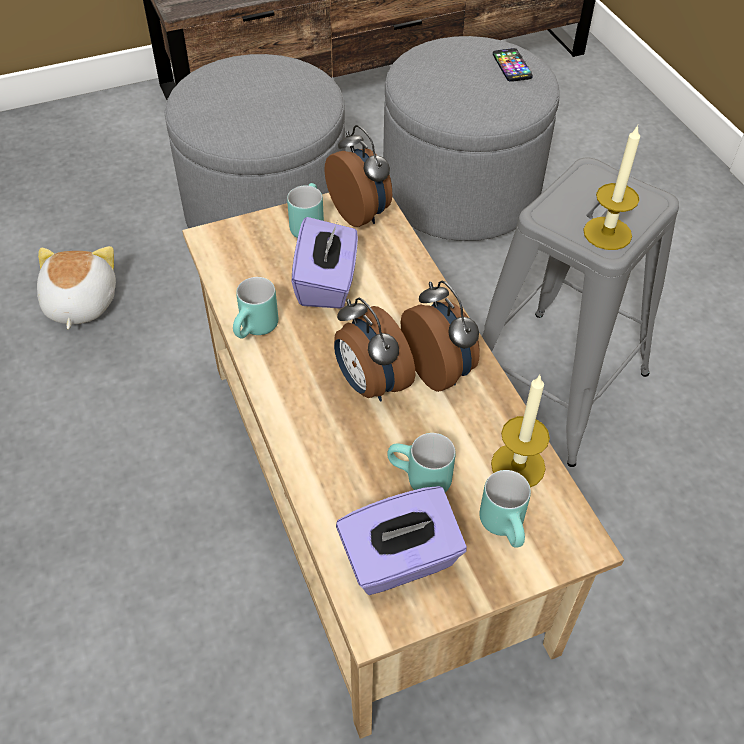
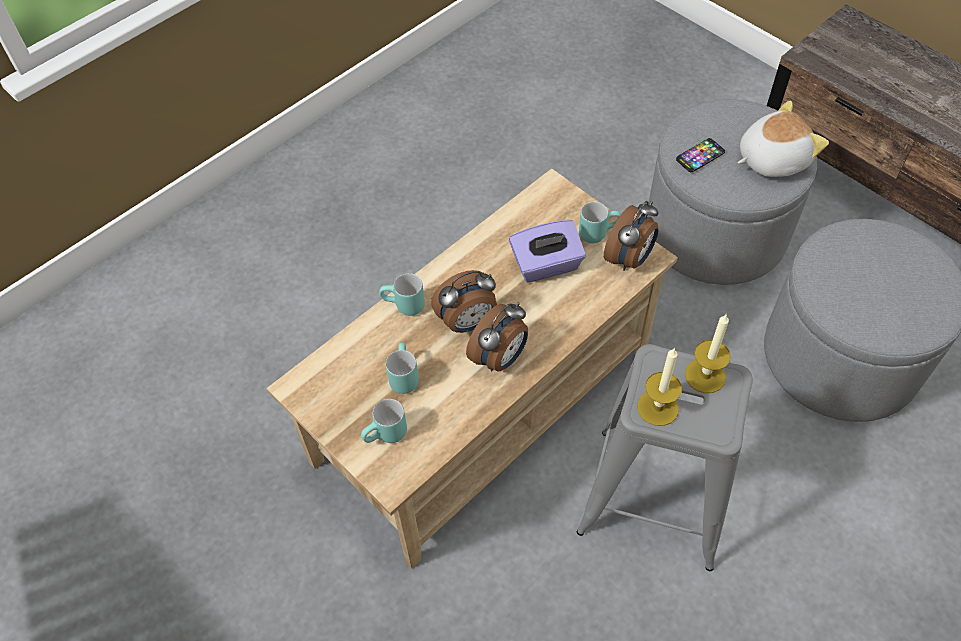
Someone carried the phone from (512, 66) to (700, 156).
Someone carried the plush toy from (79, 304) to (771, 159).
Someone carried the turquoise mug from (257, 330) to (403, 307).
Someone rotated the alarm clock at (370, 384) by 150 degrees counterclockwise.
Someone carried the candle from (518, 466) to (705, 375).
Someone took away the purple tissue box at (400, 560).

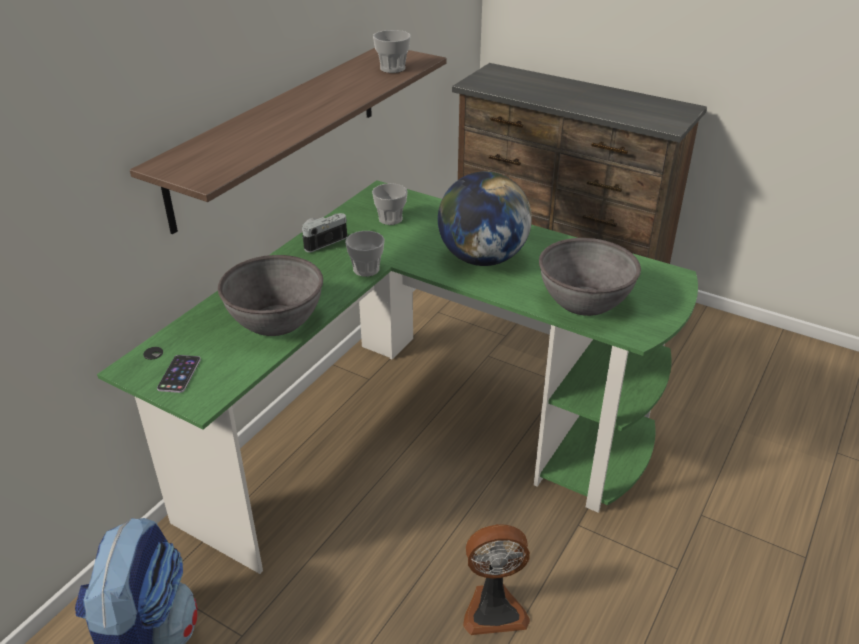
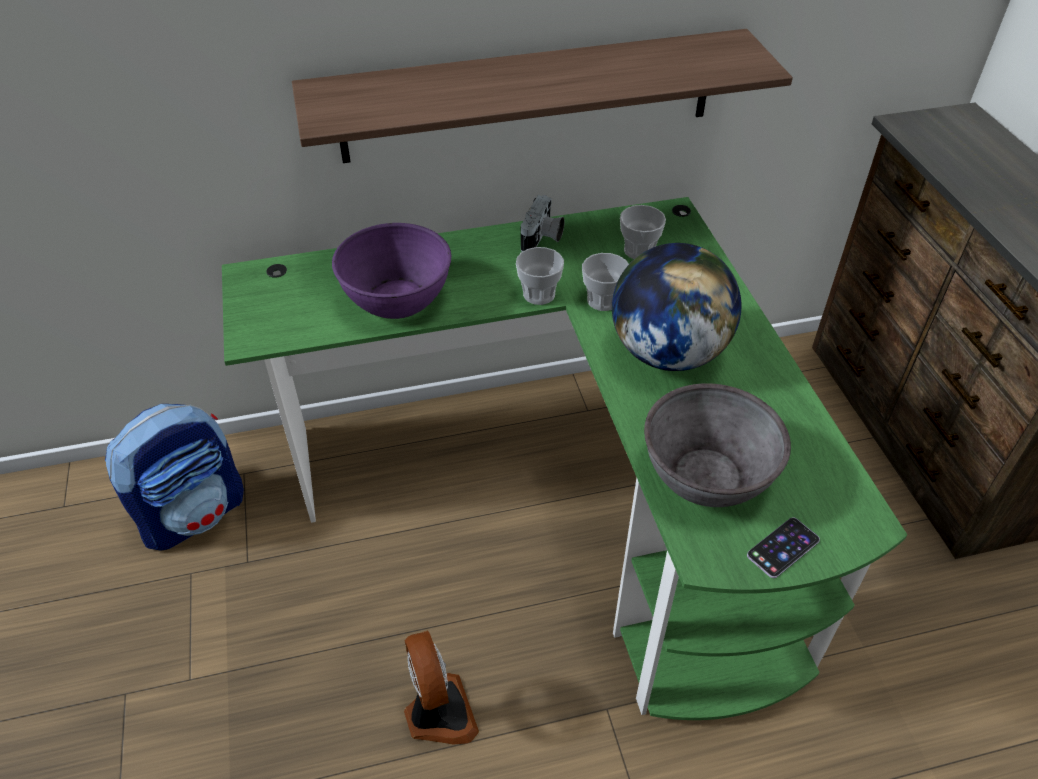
Someone carried the cup from (392, 68) to (603, 300).
Someone rotated the photo camera at (322, 241) by 105 degrees clockwise.
Someone repainted the grey bowl at (276, 320), which became the purple bowl at (397, 299).
Someone carried the phone from (179, 374) to (783, 547).
Someone rotated the fan at (494, 608) by 150 degrees counterclockwise.

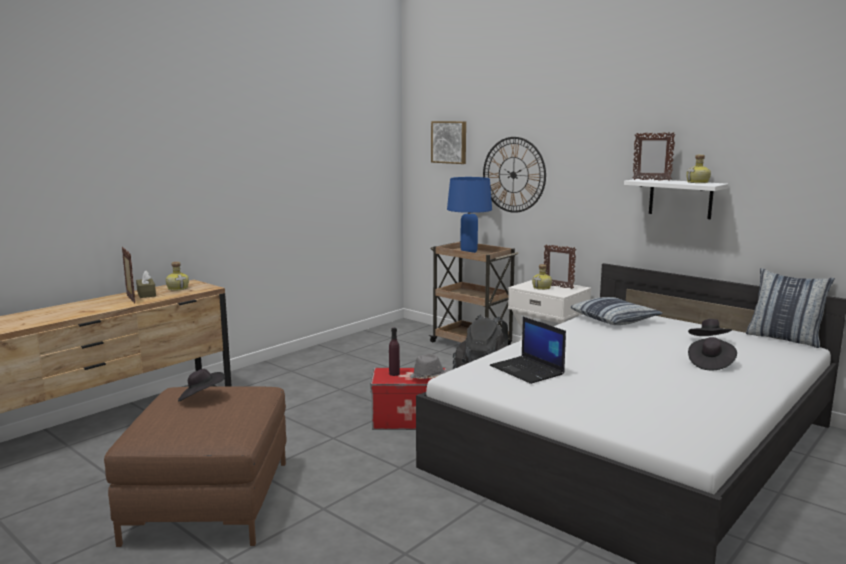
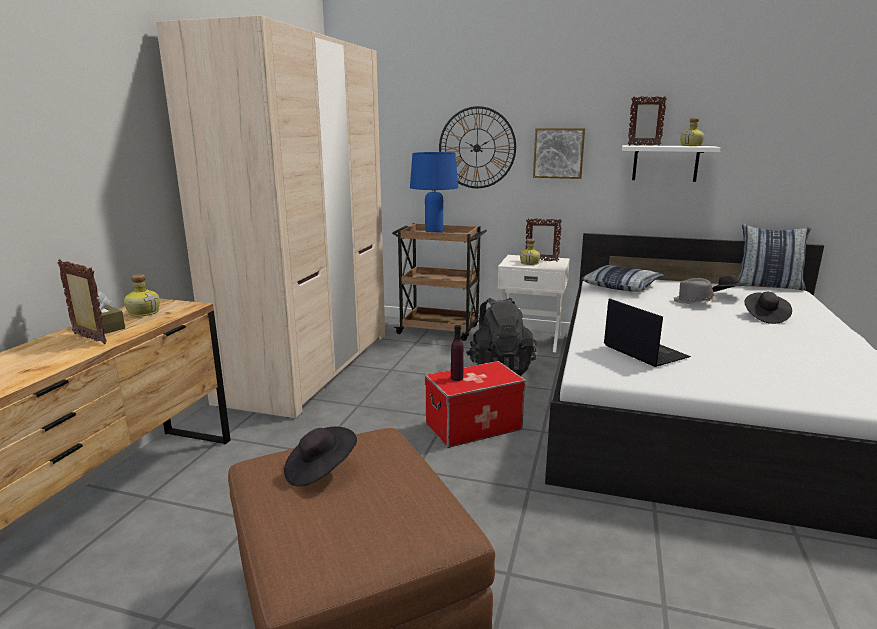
Someone carried the picture from (449, 142) to (558, 153).
Someone rotated the laptop at (528, 370) by 150 degrees counterclockwise.
Someone carried the grey hat from (427, 378) to (694, 302).
Someone put down the beige wardrobe at (309, 366).

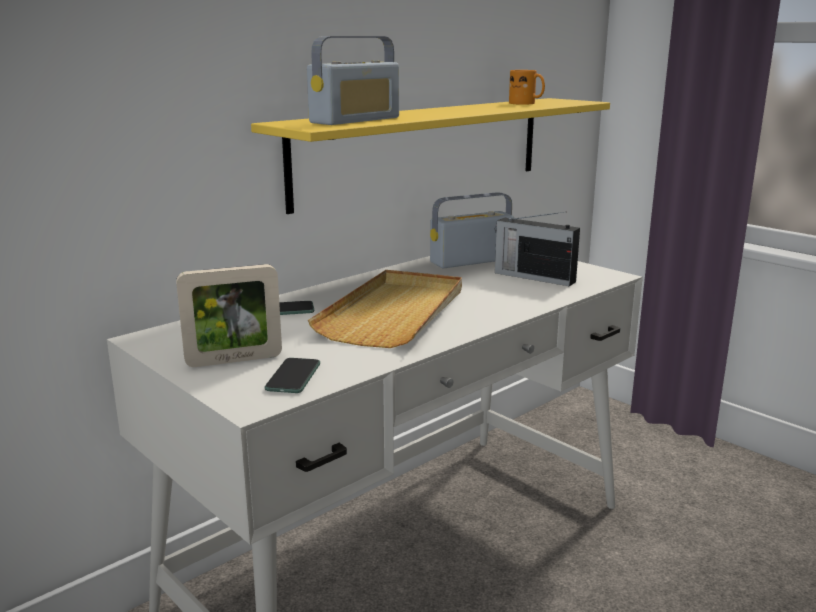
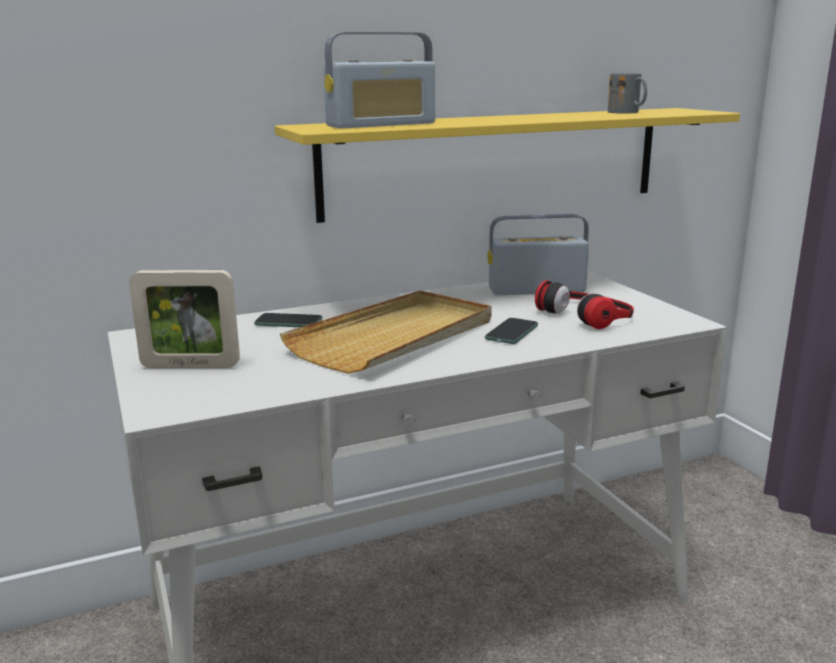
Someone repainted the orange mug at (527, 103), which became the grey mug at (628, 112).
Someone swapped the radio at (533, 277) for the headphones at (588, 314).
Someone carried the phone from (293, 377) to (512, 332).

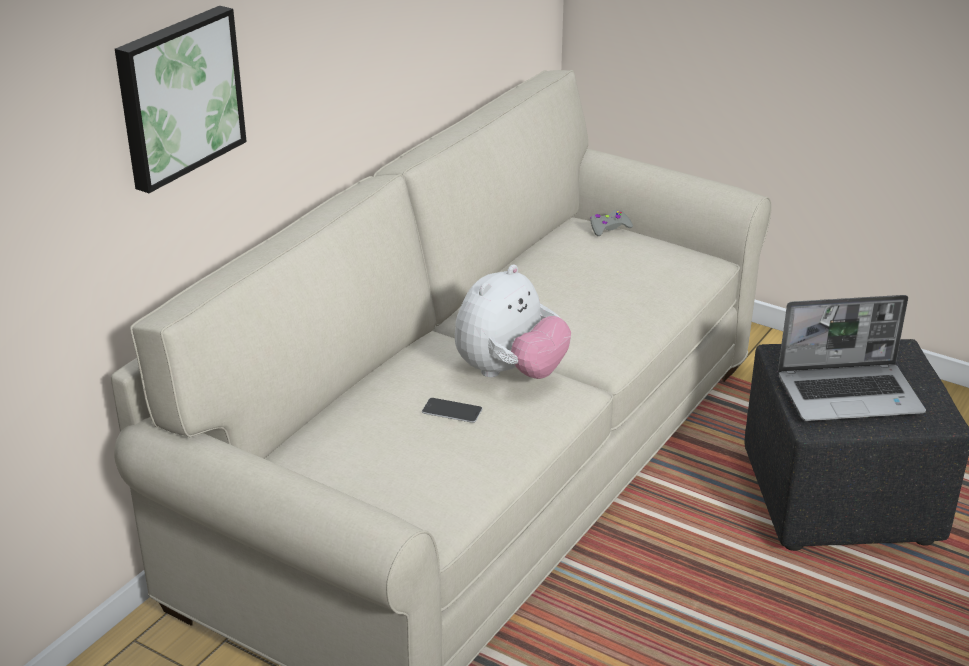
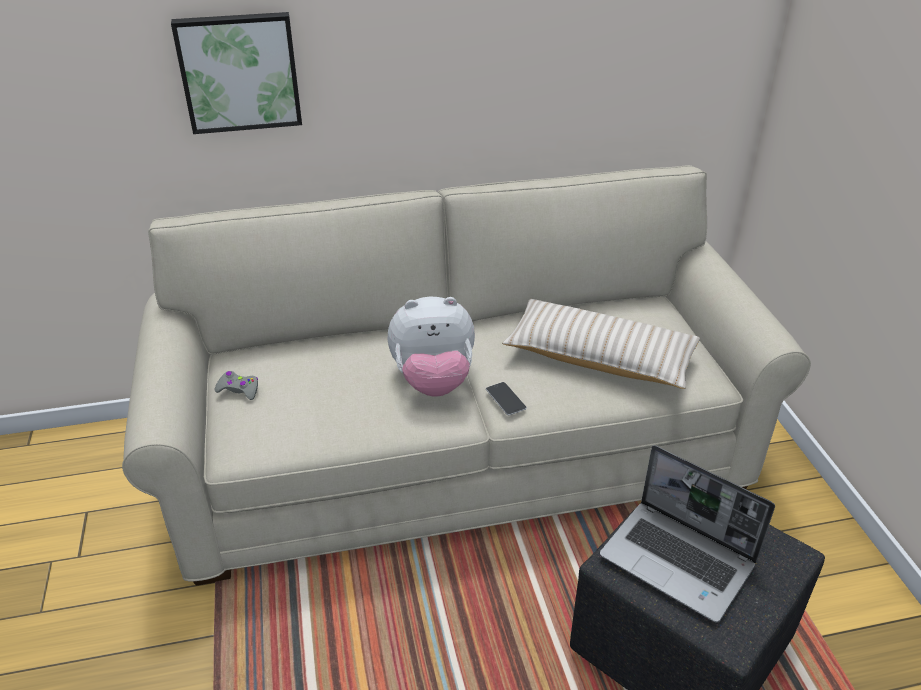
Someone carried the grey game controller from (609, 228) to (239, 389).
Someone carried the phone from (452, 410) to (505, 398).
Someone put down the beige pillow at (599, 358).

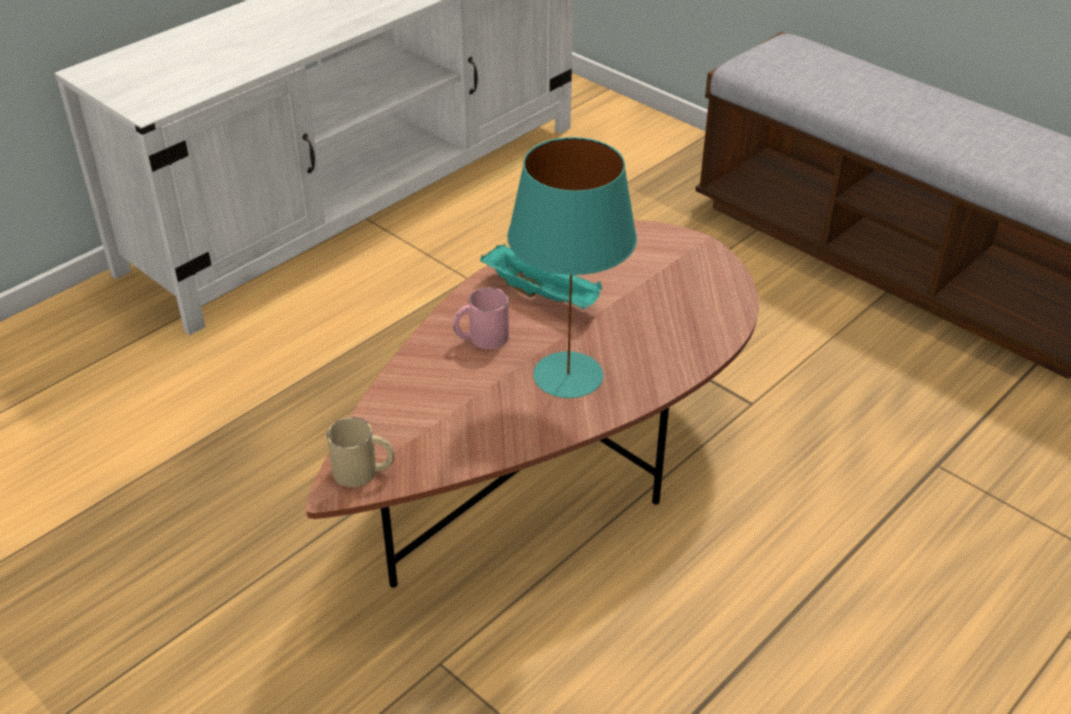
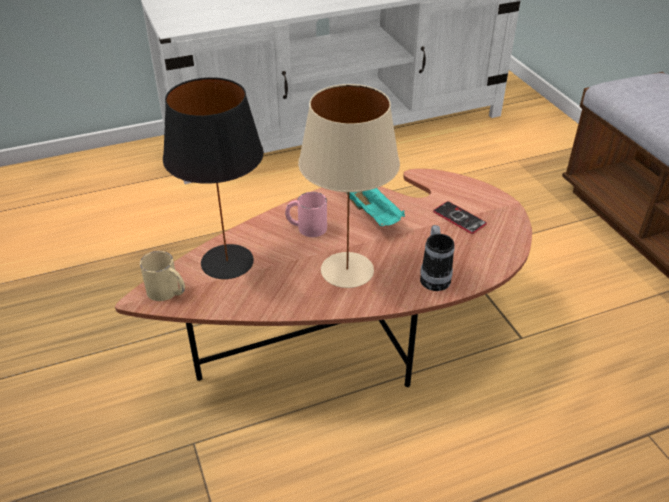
Someone repainted the turquoise table lamp at (567, 376), which became the beige table lamp at (346, 270).
Someone put down the black table lamp at (226, 261).
Someone put down the phone at (459, 218).
Someone put down the mug at (434, 277).

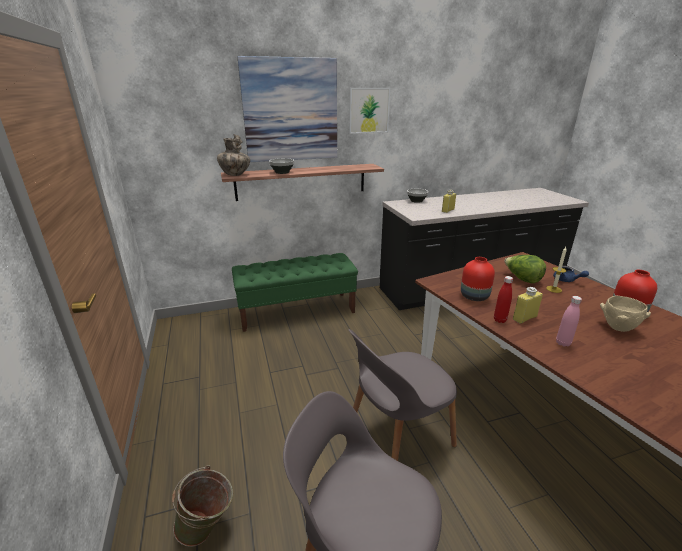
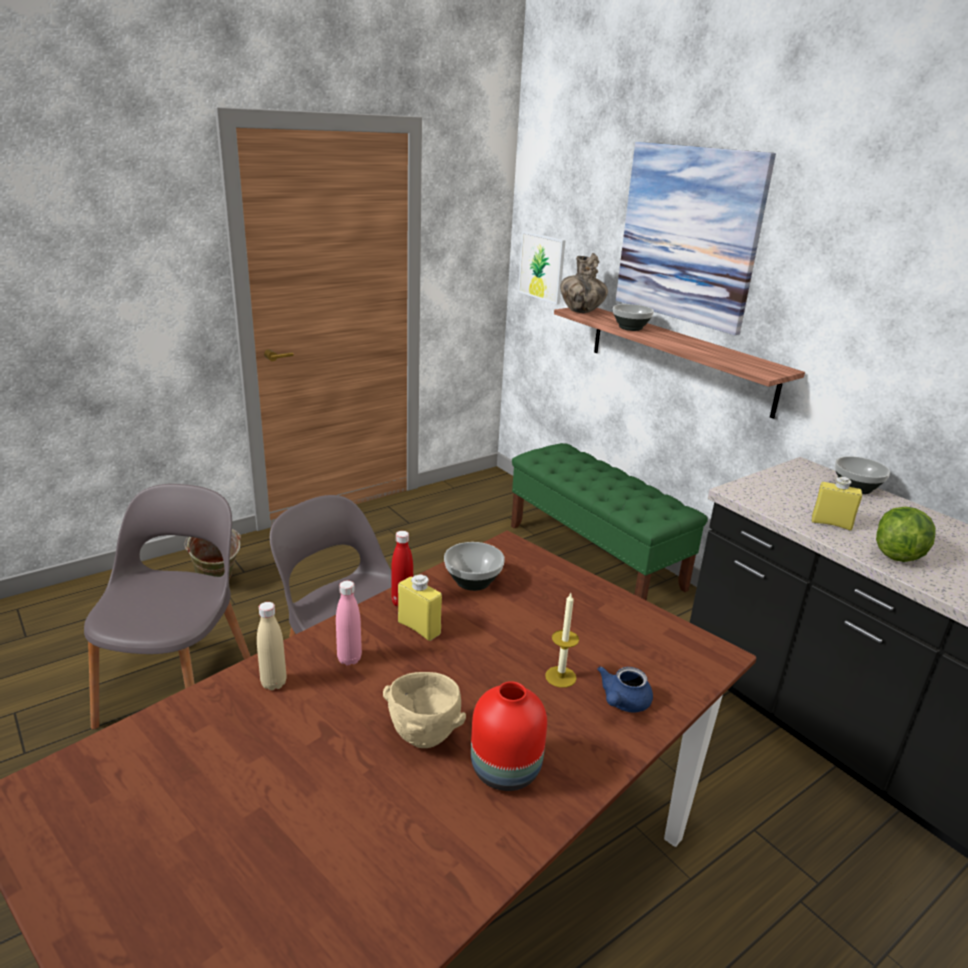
Someone carried the picture from (369, 110) to (542, 267).
Someone carried the lettuce from (522, 279) to (898, 553).
Someone swapped the red vase at (474, 297) for the bowl at (472, 581).
Someone put down the beige bottle at (274, 683).

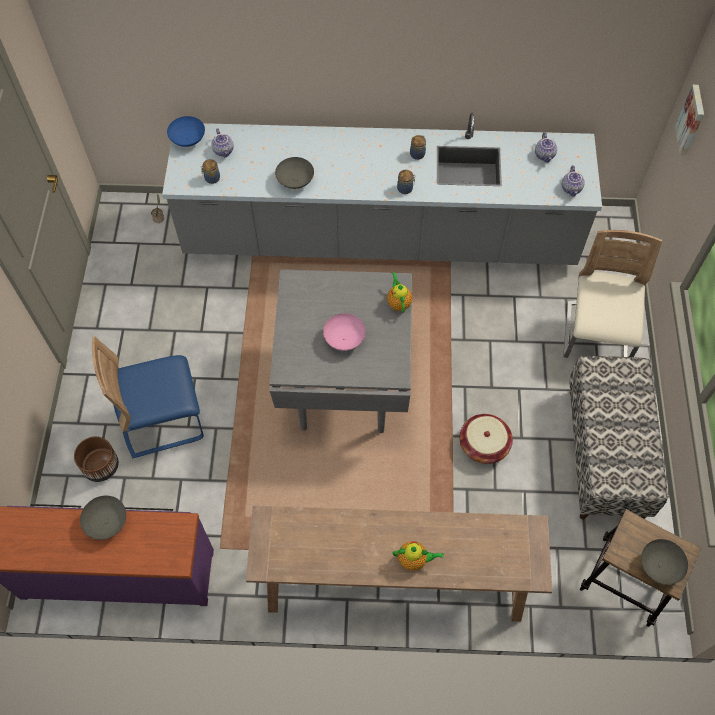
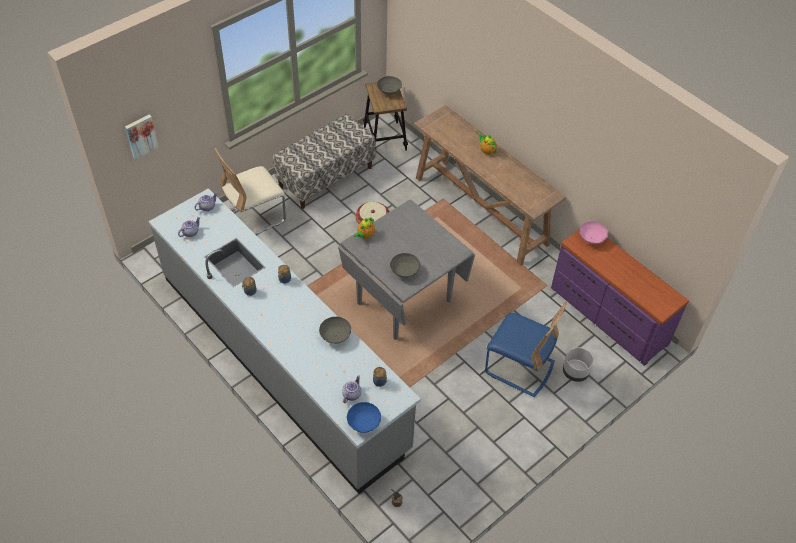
Someone carried the pink bowl from (344, 339) to (591, 239).
Someone repainted the brown planter at (101, 466), which became the grey planter at (575, 372).
Someone carried the grey bowl from (107, 522) to (404, 271).

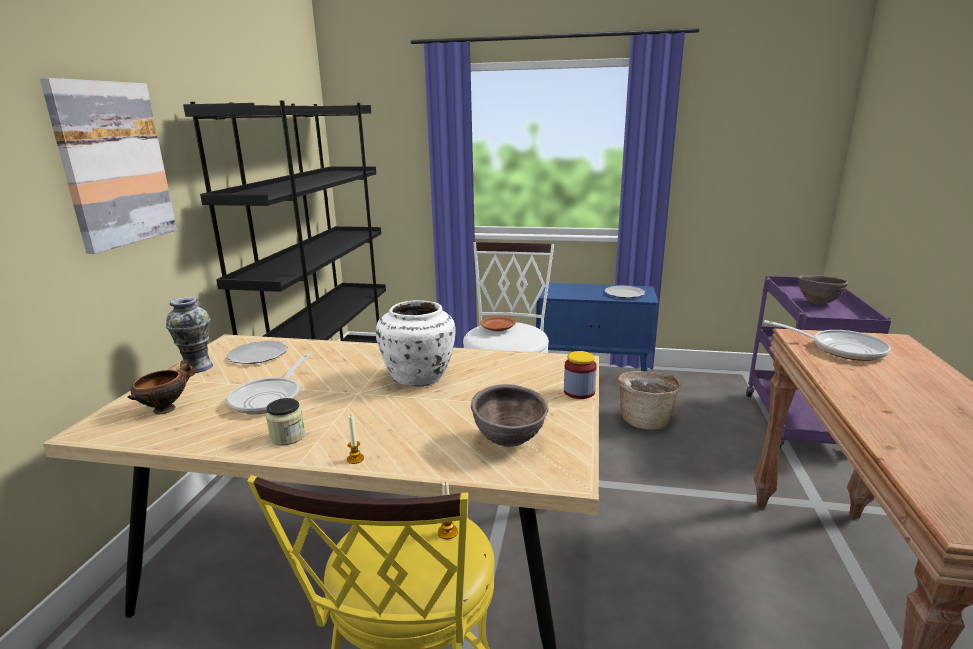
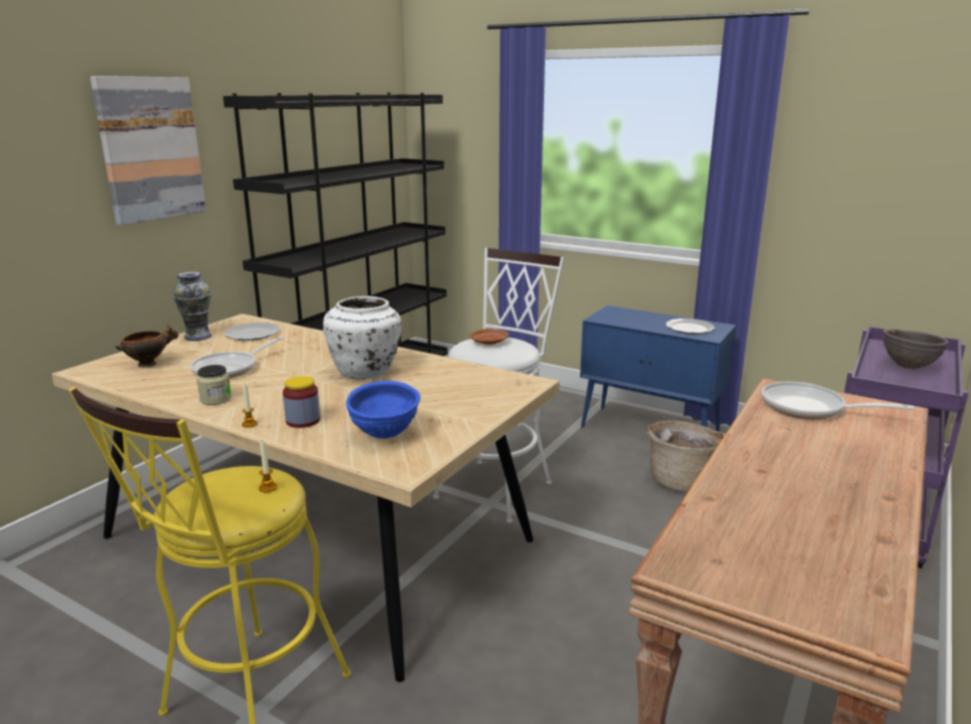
Someone rotated the frying pan at (841, 349) by 150 degrees clockwise.
Someone carried the jar from (579, 392) to (303, 421).
Someone repainted the brown bowl at (509, 442), which became the blue bowl at (384, 436).

